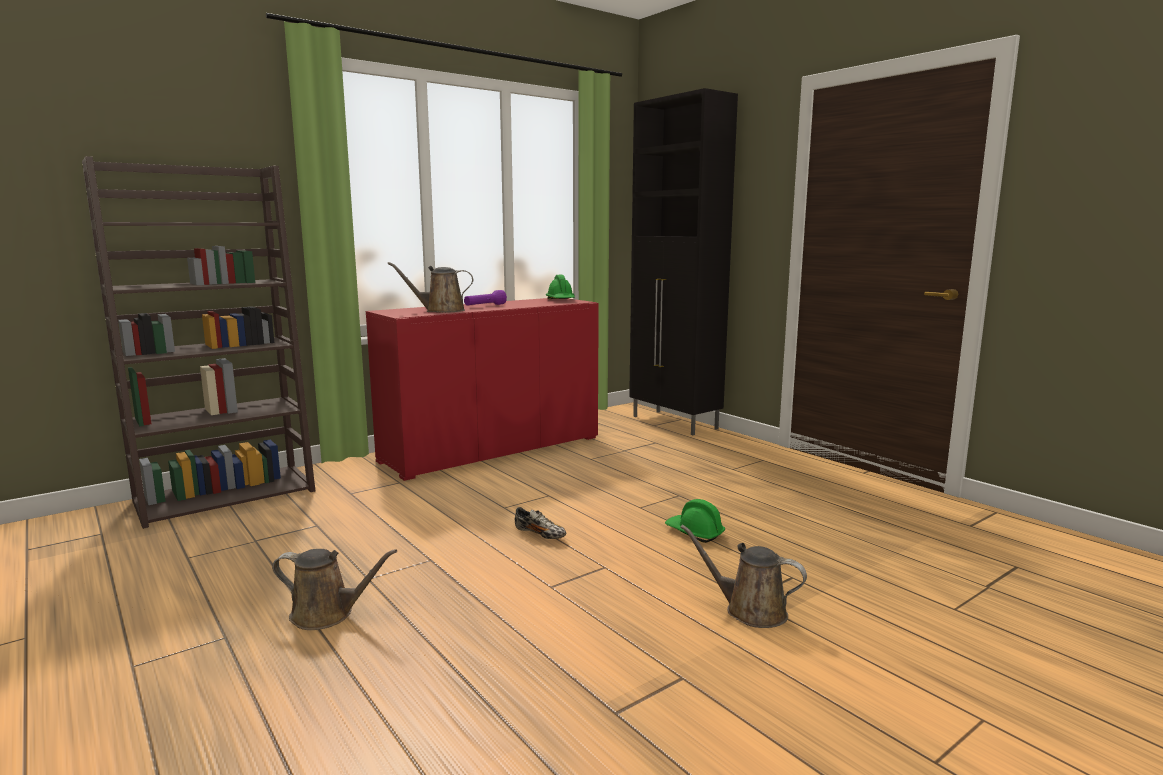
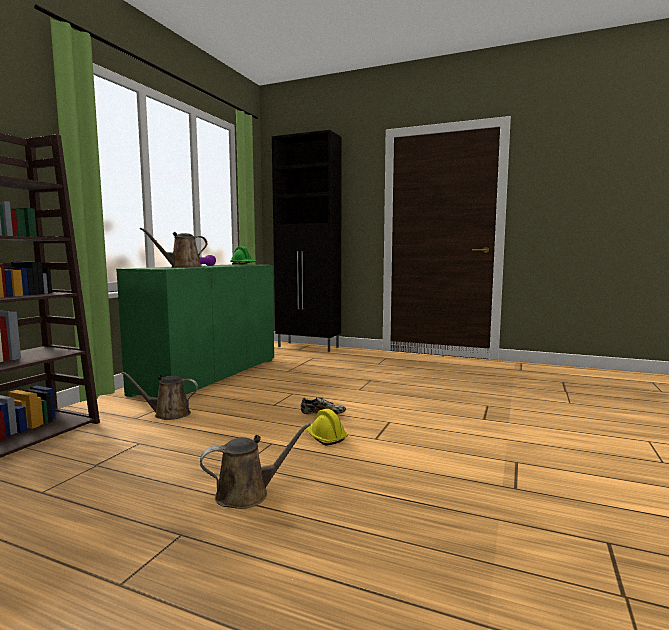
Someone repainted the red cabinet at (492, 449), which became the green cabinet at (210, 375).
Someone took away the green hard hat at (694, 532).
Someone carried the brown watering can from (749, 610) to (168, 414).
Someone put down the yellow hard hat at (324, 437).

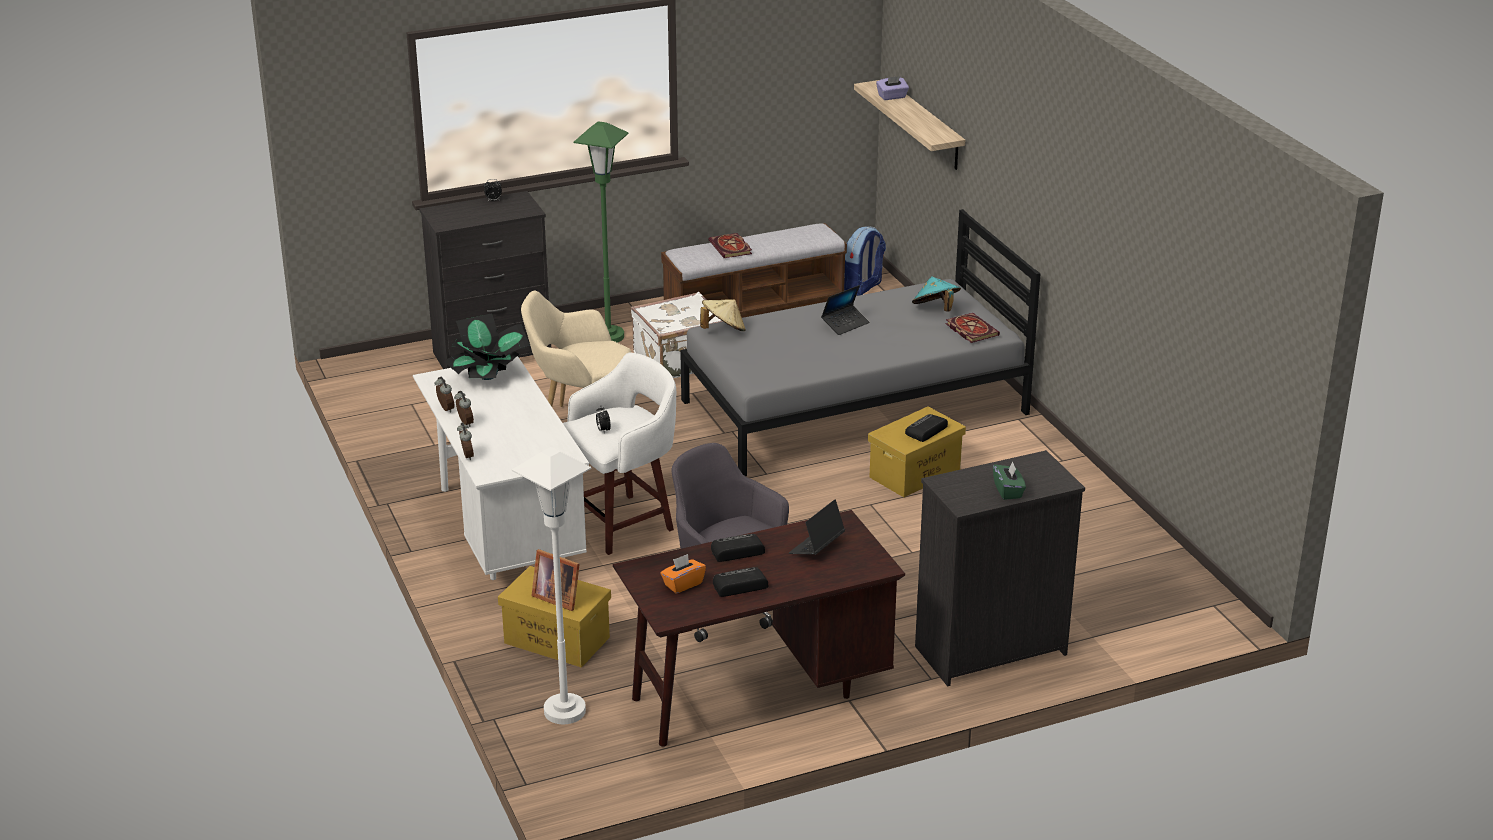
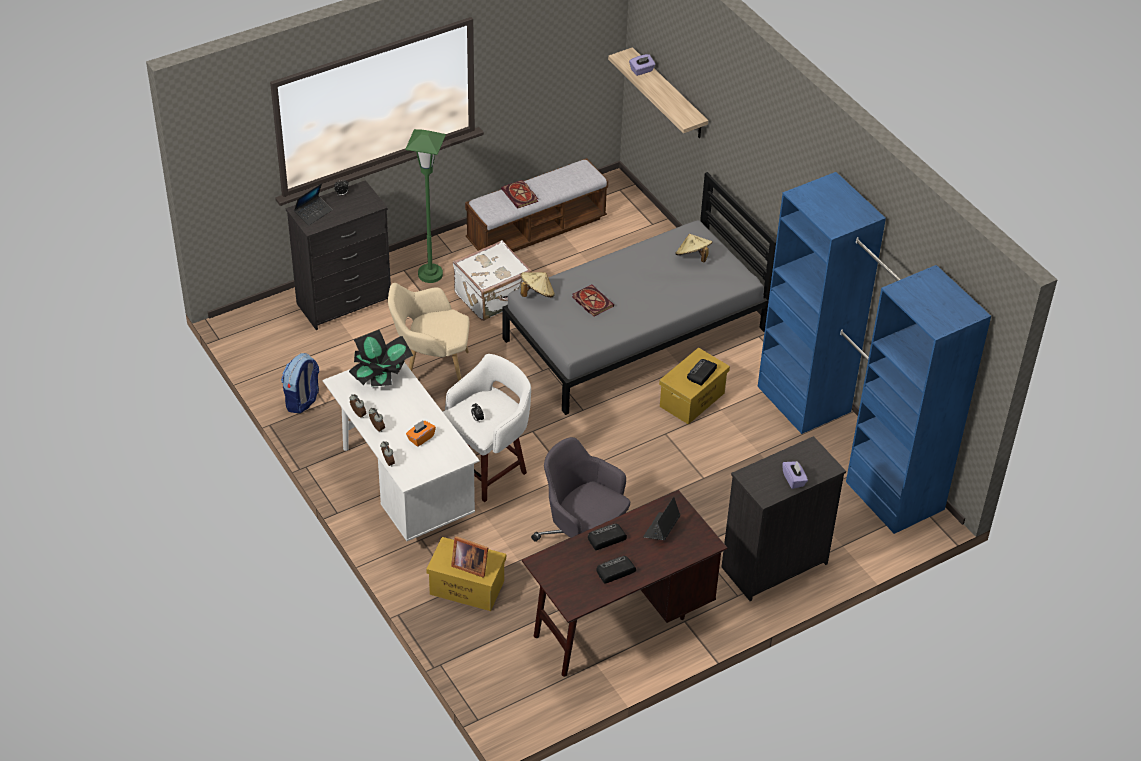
Someone carried the backpack from (863, 288) to (302, 401).
Someone repainted the turquoise hat at (935, 309), which became the beige hat at (693, 257).
Someone carried the laptop from (845, 324) to (313, 213).
Someone carried the book from (970, 329) to (591, 301).
Someone took away the white floor lamp at (564, 711).
Someone repainted the green tissue box at (1008, 491), which became the purple tissue box at (794, 480).
Someone carried the orange tissue box from (683, 584) to (420, 438).
Someone put down the blue wardrobe at (849, 447).

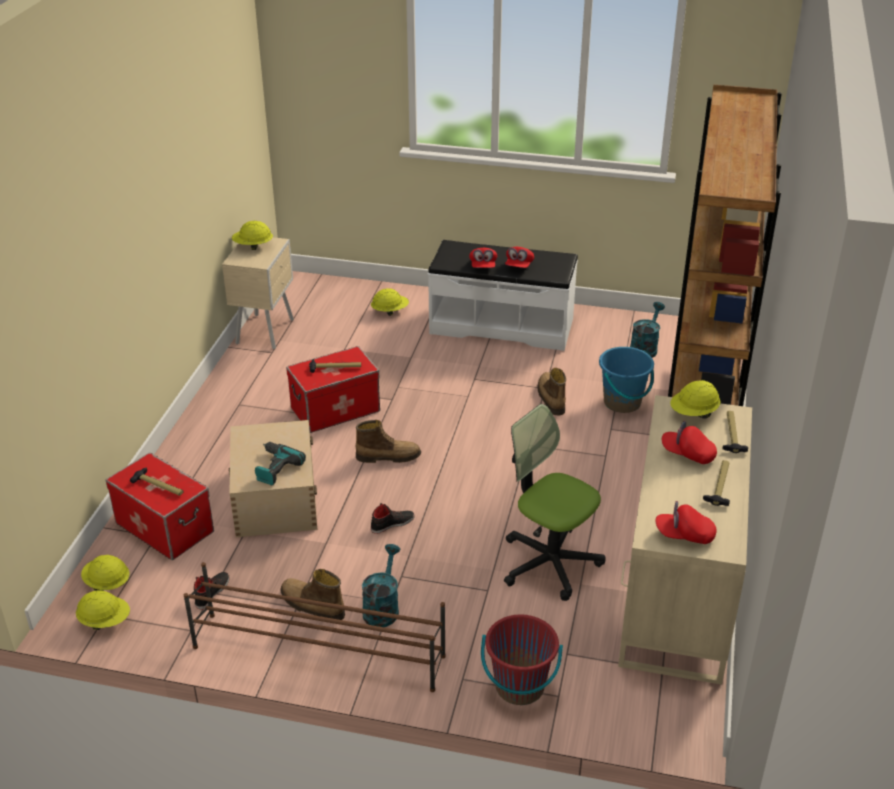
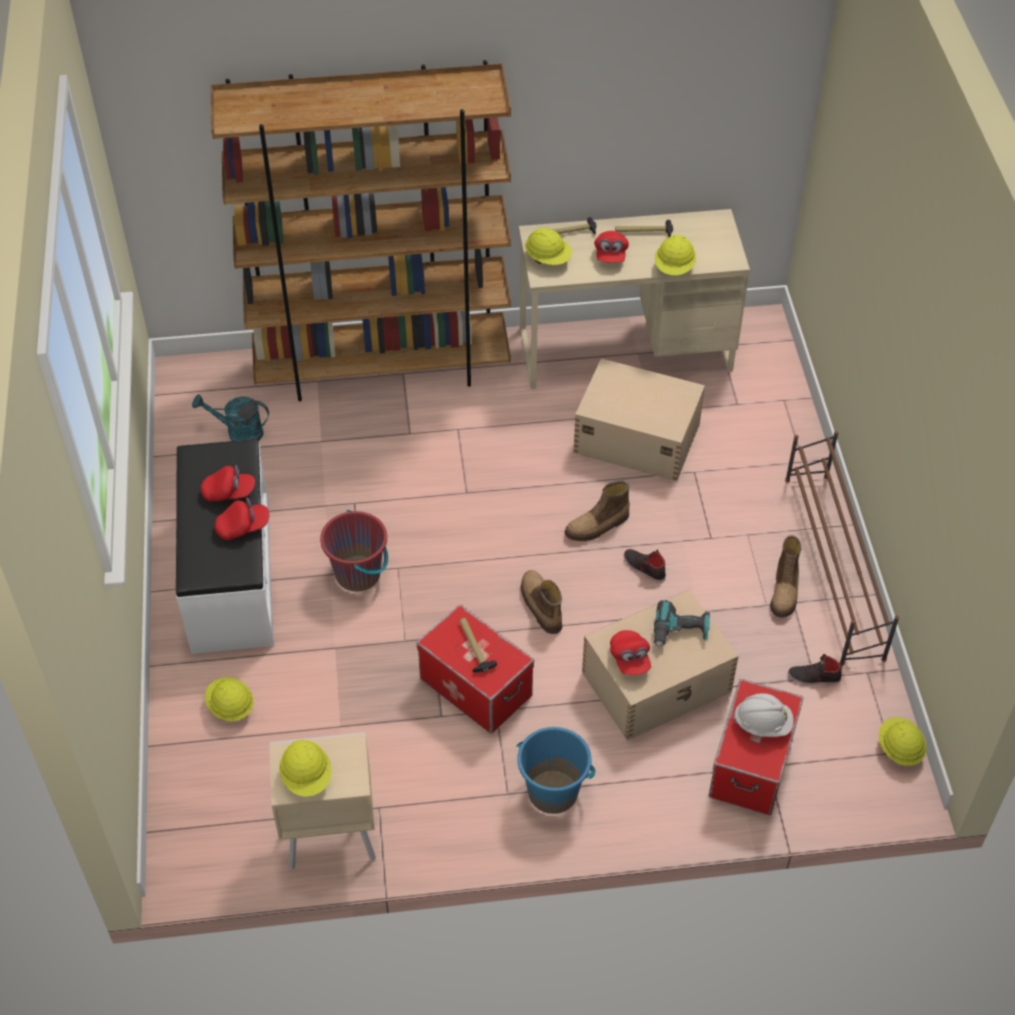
Someone carried the blue bucket from (622, 402) to (553, 792).
Someone carried the boot from (550, 398) to (597, 526).
Someone swapped the office chair at (550, 562) for the beige storage box at (635, 437).
Someone swapped the hammer at (159, 486) for the white hard hat at (762, 724).
Someone carried the red cap from (684, 535) to (630, 659).
Someone took away the turquoise watering can at (382, 607).
Someone carried the yellow hard hat from (107, 583) to (674, 268).
Someone carried the red bucket from (519, 687) to (358, 574).

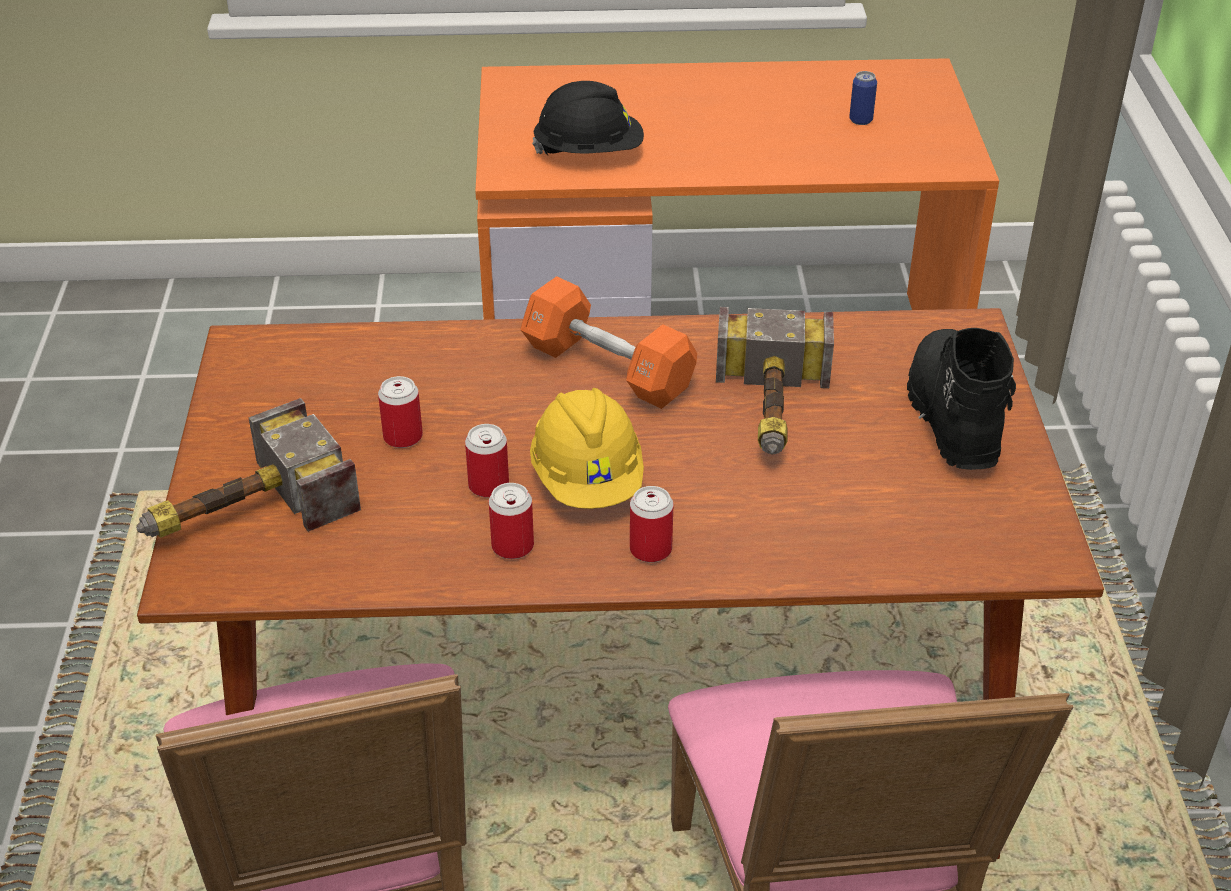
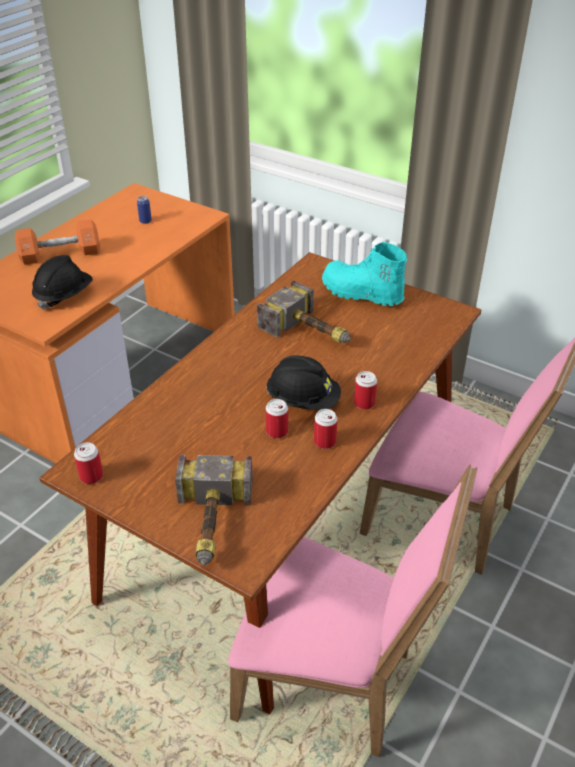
Someone carried the orange dumbbell from (608, 368) to (60, 254).
Someone repainted the black boot at (951, 418), which became the turquoise boot at (361, 294).
Someone carried the can from (403, 437) to (91, 476).
Someone repainted the yellow hard hat at (588, 480), which became the black hard hat at (303, 401).

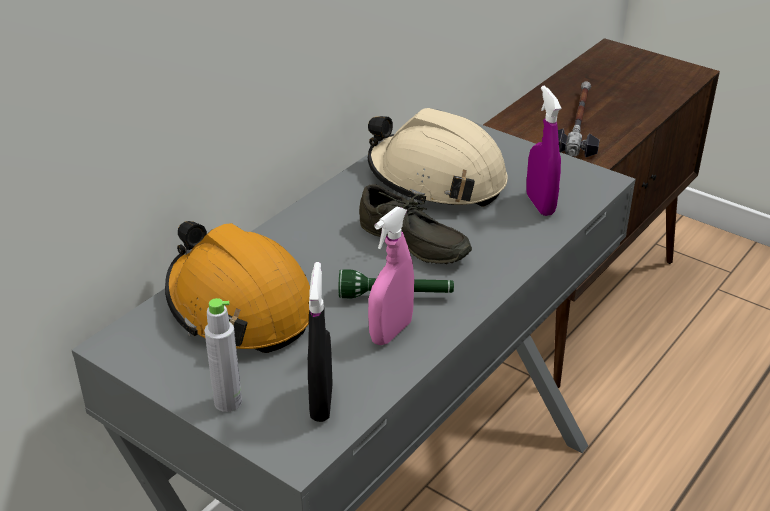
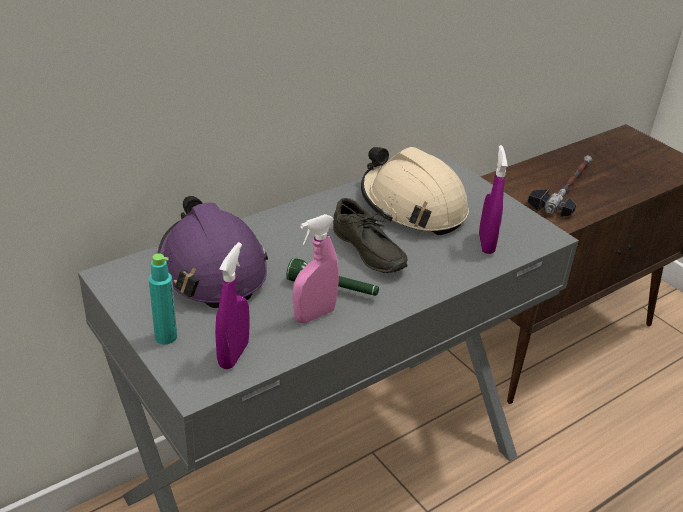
Someone repainted the orange hard hat at (240, 306), which became the purple hard hat at (211, 269).
Someone repainted the black spray bottle at (321, 402), which became the purple spray bottle at (233, 355).
Someone repainted the grey bottle at (228, 402), which became the turquoise bottle at (166, 337).

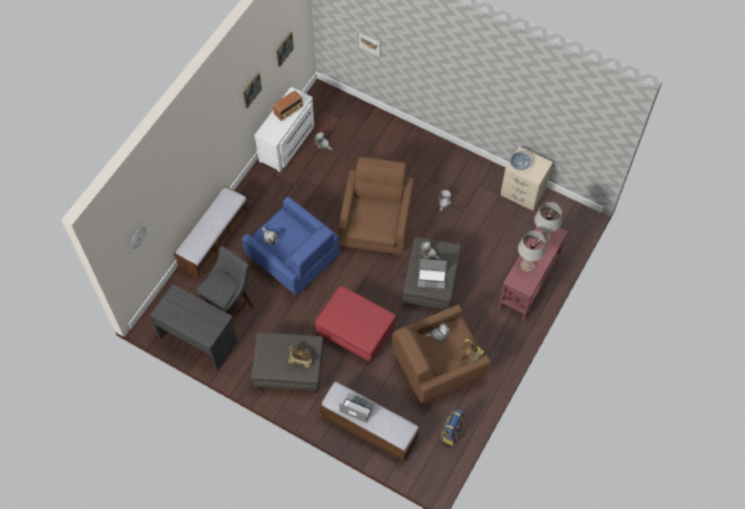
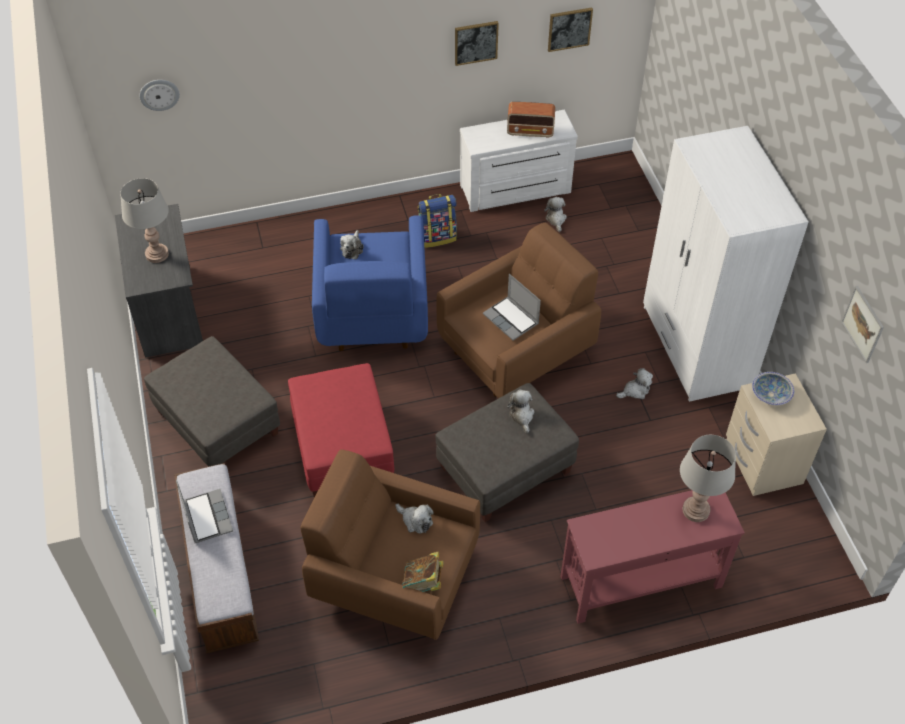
Someone carried the picture from (369, 44) to (863, 324).
Someone took away the bench at (214, 240).
Someone carried the grey table lamp from (527, 266) to (157, 254).
Someone took away the grey stool at (230, 307).
Someone carried the laptop from (432, 278) to (512, 319).
Someone took away the book at (299, 360).
Someone carried the backpack from (451, 432) to (437, 237).
Someone put down the white wardrobe at (696, 347).

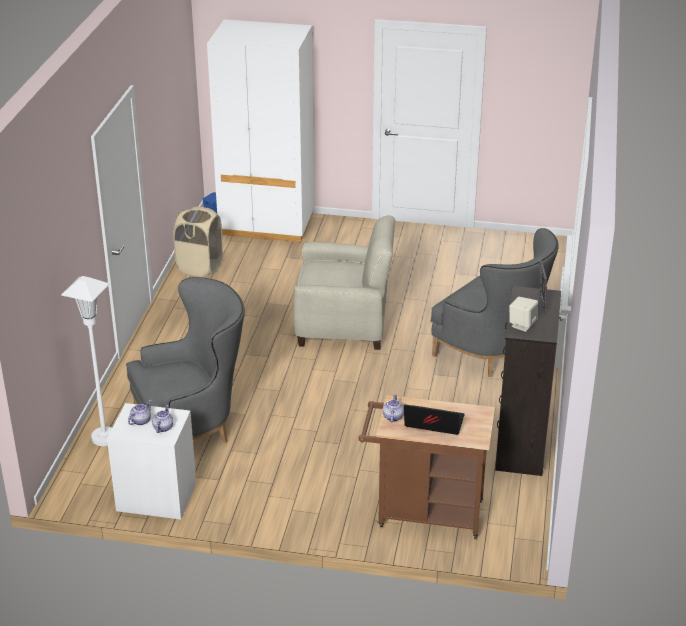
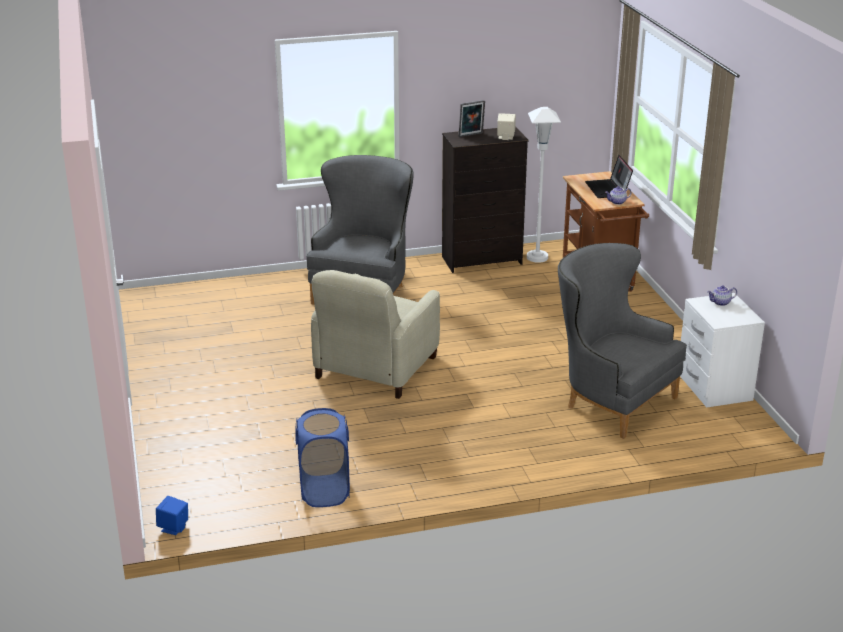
Someone took away the white wardrobe at (267, 225).
Someone repainted the beige laundry basket at (200, 267), which became the blue laundry basket at (324, 491).
Someone rotated the beige armchair at (344, 324) by 135 degrees counterclockwise.
Someone carried the white floor lamp from (104, 437) to (537, 257).
Someone took away the teapot at (140, 420).

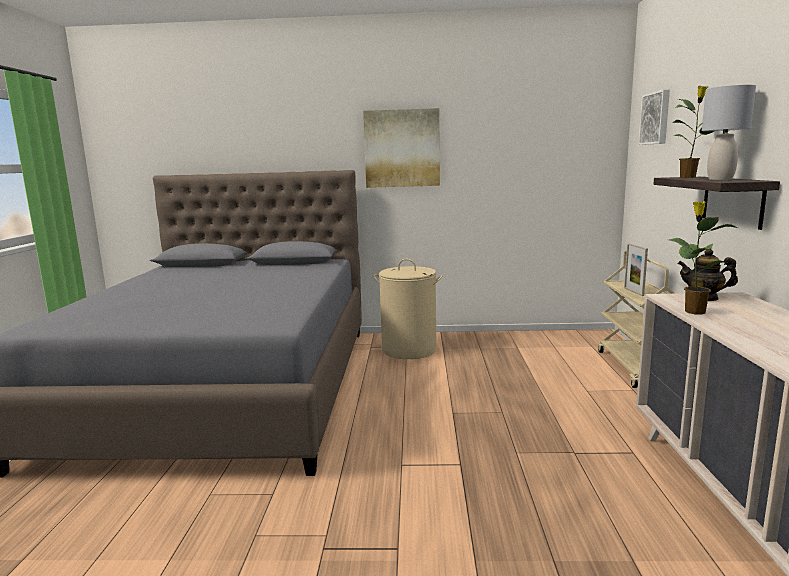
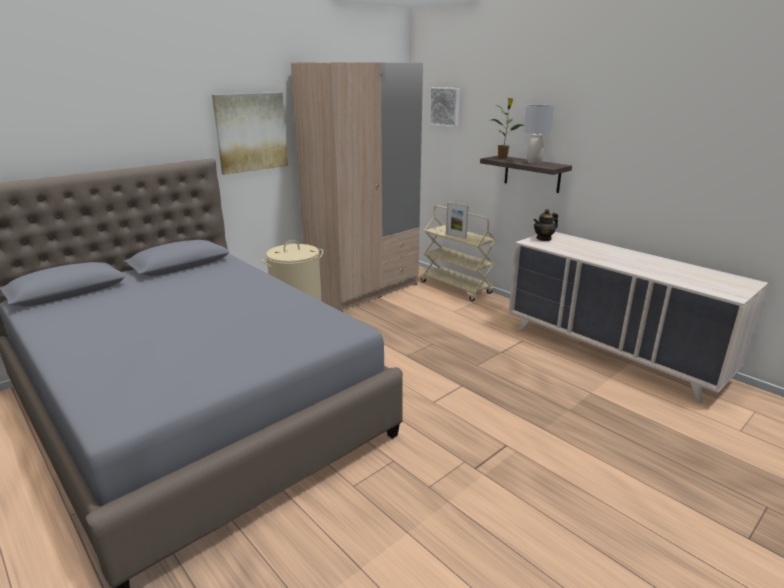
Someone took away the potted plant at (693, 311).
Someone put down the beige wardrobe at (364, 289).

